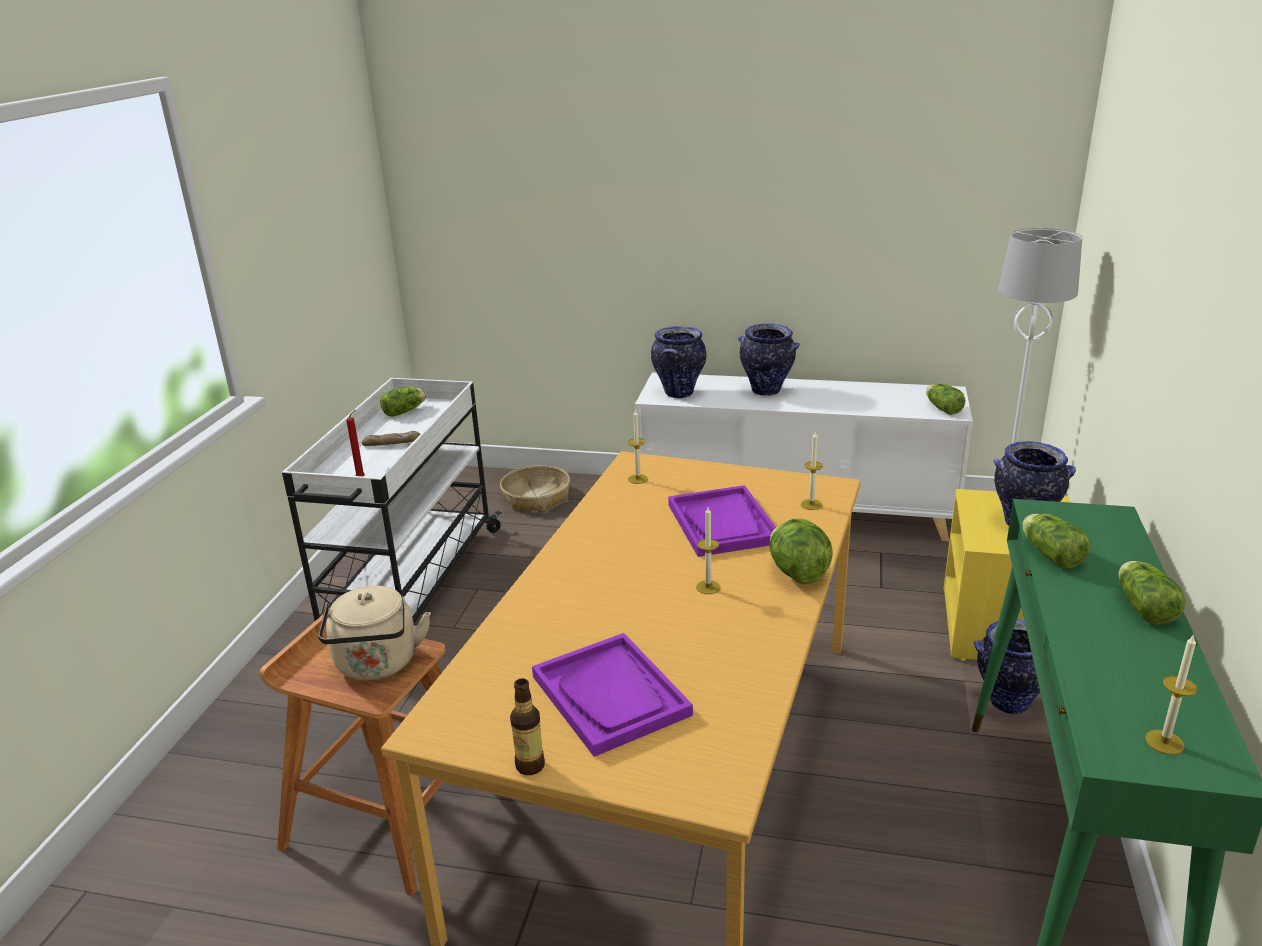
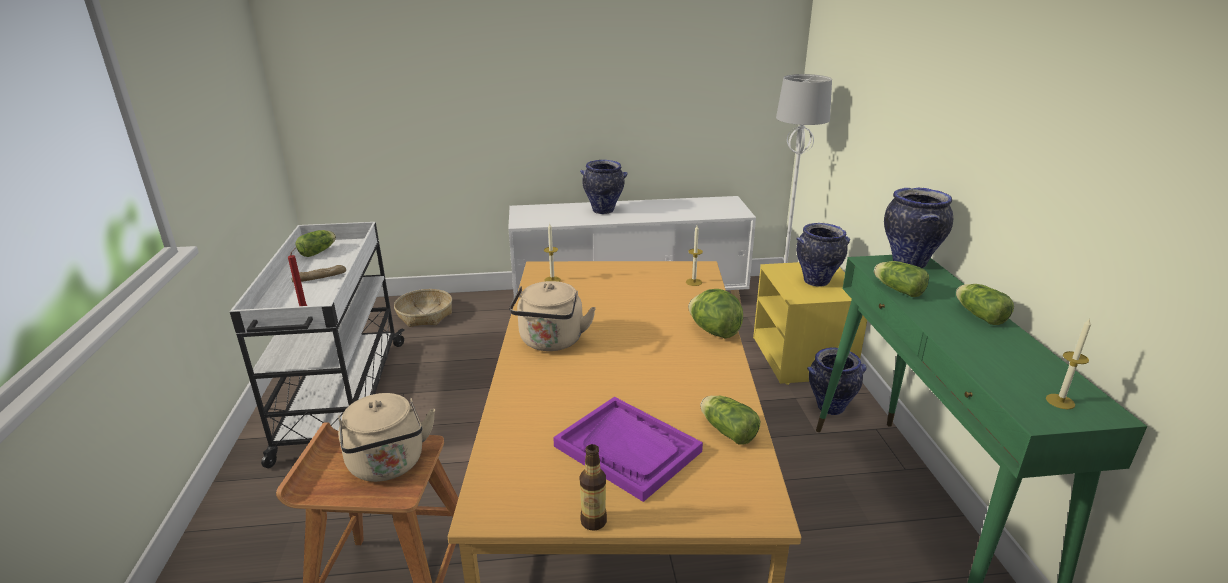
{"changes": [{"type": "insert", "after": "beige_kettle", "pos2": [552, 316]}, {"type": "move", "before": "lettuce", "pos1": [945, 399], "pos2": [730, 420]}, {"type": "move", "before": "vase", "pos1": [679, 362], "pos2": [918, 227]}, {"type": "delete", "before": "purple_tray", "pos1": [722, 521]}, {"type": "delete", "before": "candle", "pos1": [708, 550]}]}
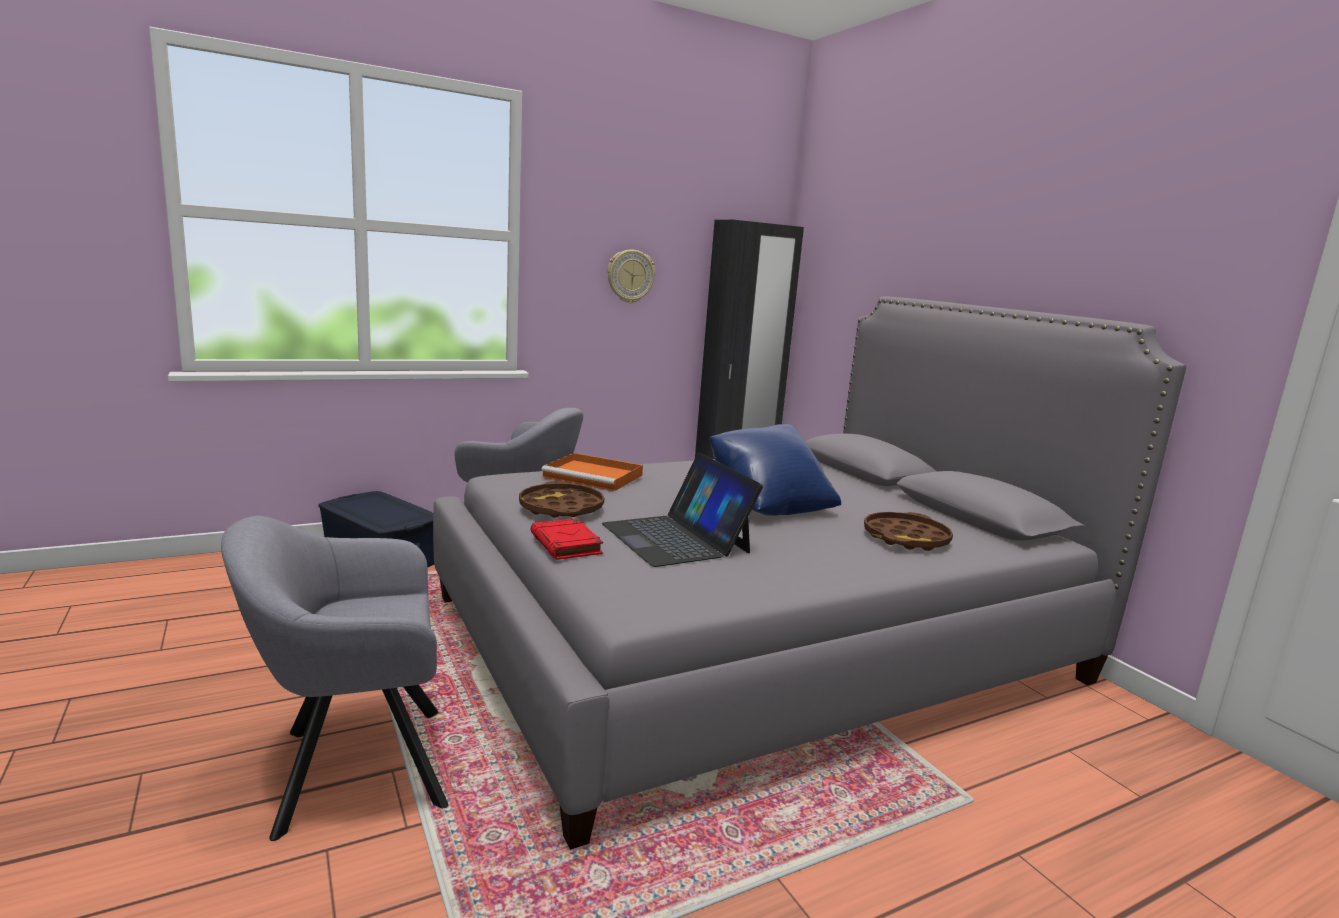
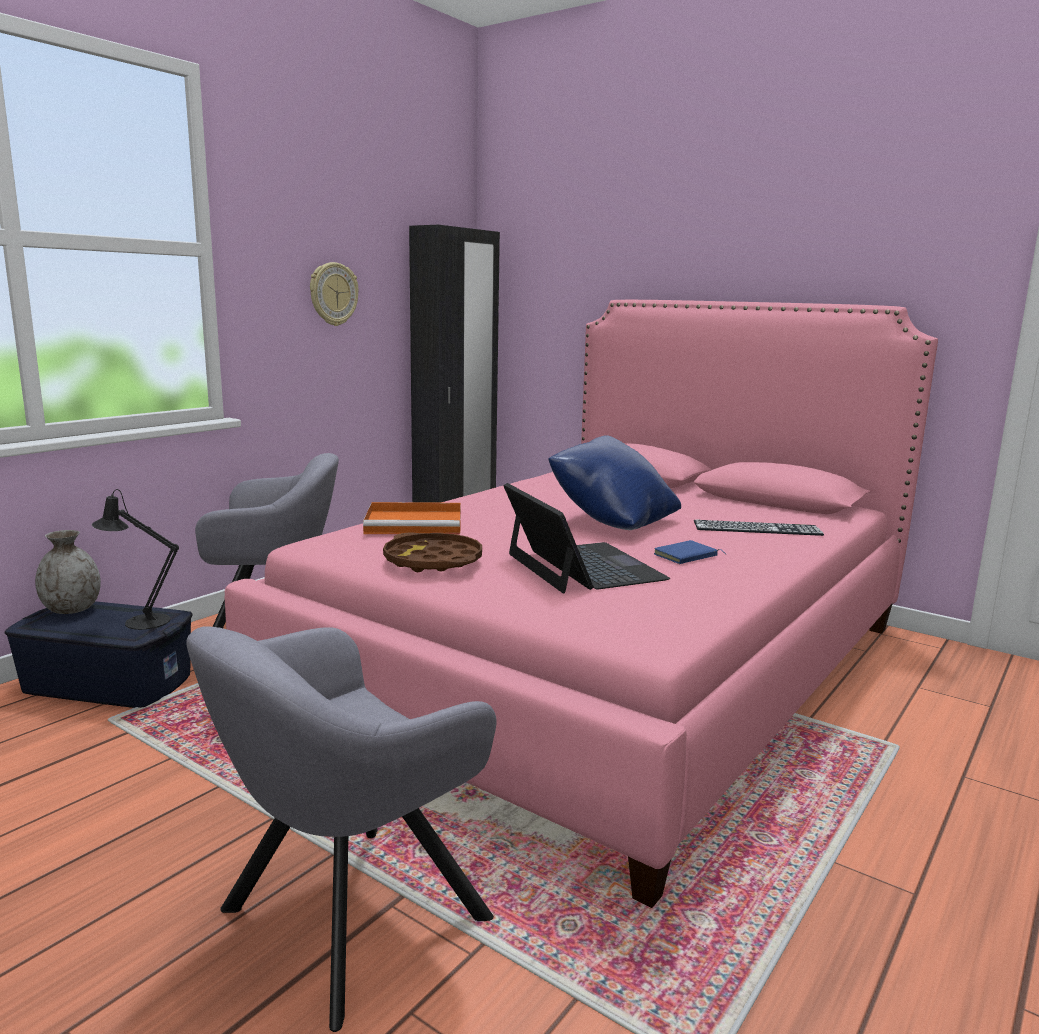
{"changes": [{"type": "insert", "after": "grey_vase", "pos2": [68, 572]}, {"type": "insert", "after": "black_table_lamp", "pos2": [135, 559]}, {"type": "recolor", "before": "grey_bed", "after": "pink_bed", "pos1": [809, 573], "pos2": [581, 604]}, {"type": "rotate", "before": "laptop", "pos1": [682, 510], "pos2": [586, 538], "turn": -150}, {"type": "insert", "after": "blue_book", "pos2": [690, 552]}, {"type": "replace", "before": "brown_tray", "after": "keyboard", "pos1": [908, 531], "pos2": [759, 527]}, {"type": "delete", "before": "red_book", "pos1": [567, 539]}]}
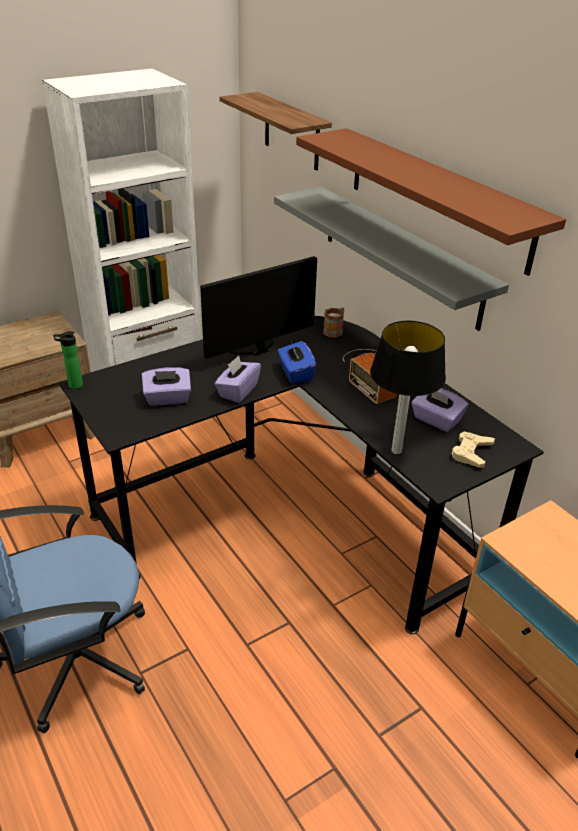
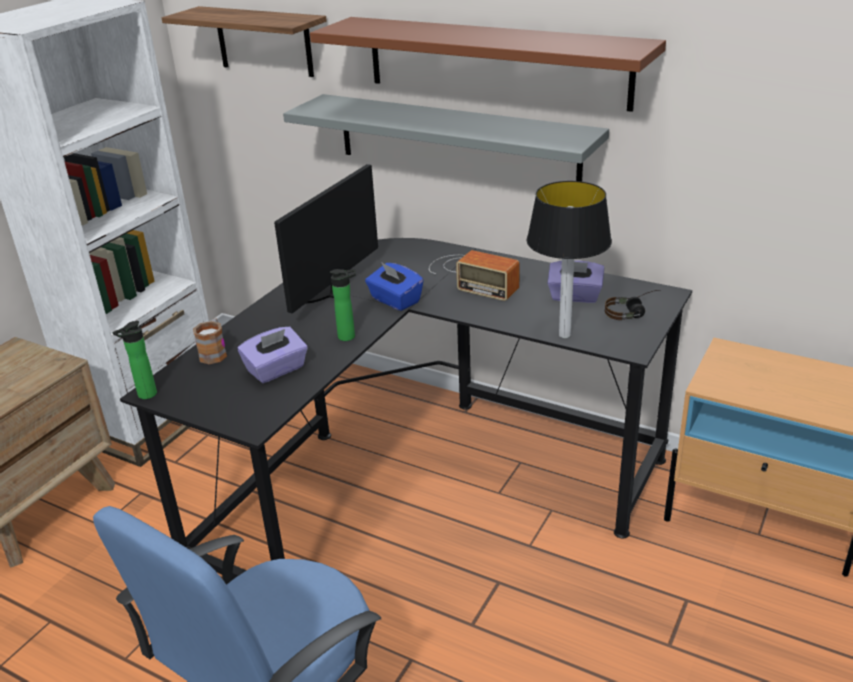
{"changes": [{"type": "move", "before": "mug", "pos1": [333, 322], "pos2": [210, 341]}, {"type": "replace", "before": "purple_tissue_box", "after": "bottle", "pos1": [238, 379], "pos2": [343, 305]}, {"type": "replace", "before": "beige_game_controller", "after": "headphones", "pos1": [473, 449], "pos2": [633, 305]}]}
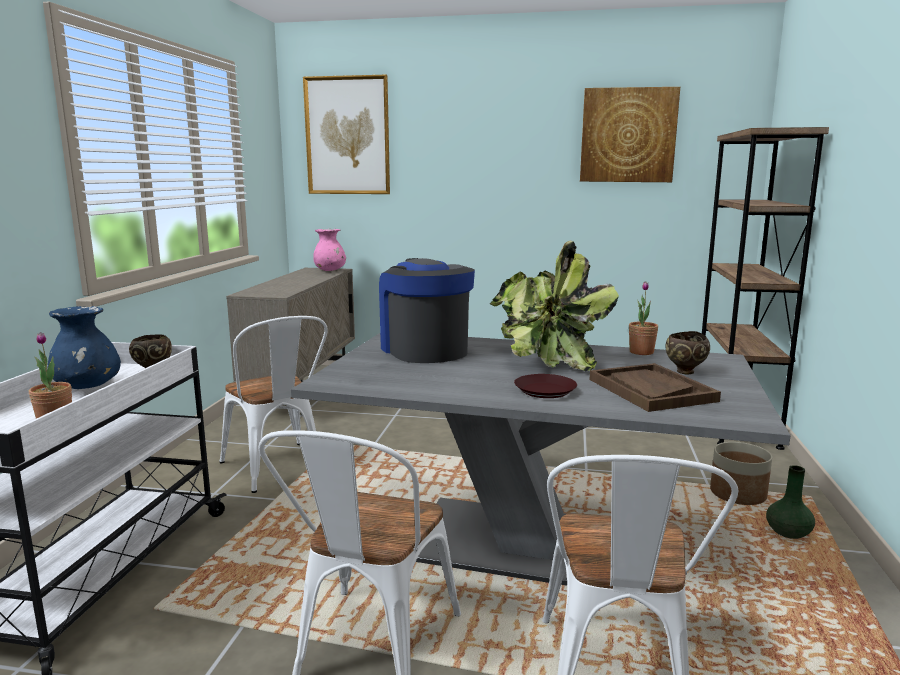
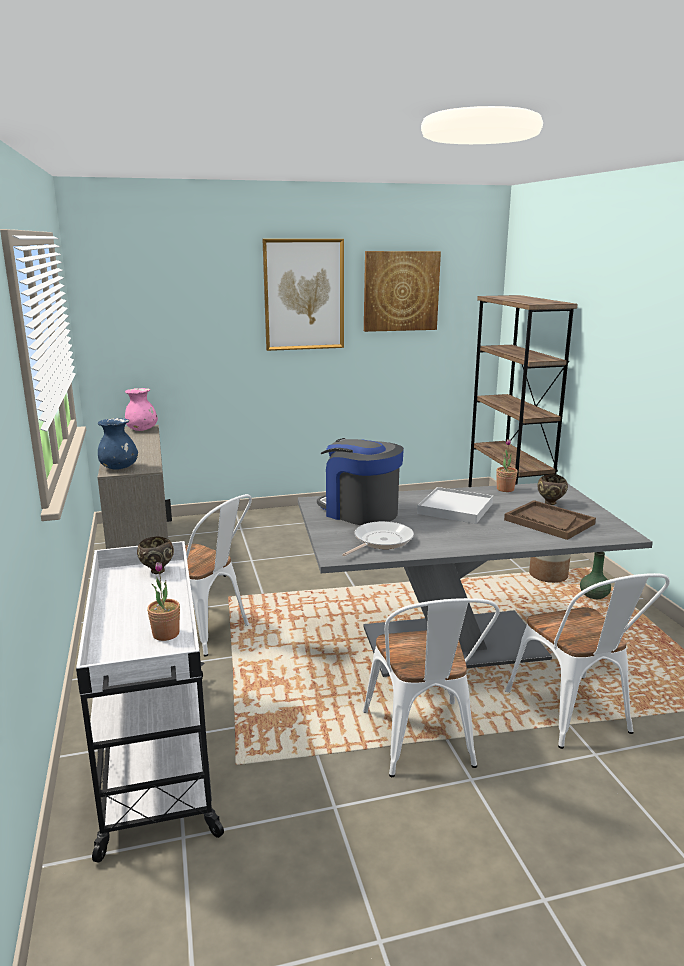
{"changes": [{"type": "move", "before": "blue_vase", "pos1": [84, 347], "pos2": [118, 444]}, {"type": "move", "before": "picture", "pos1": [346, 134], "pos2": [303, 295]}, {"type": "insert", "after": "frying_pan", "pos2": [378, 538]}, {"type": "replace", "before": "potted_plant", "after": "white_tray", "pos1": [554, 306], "pos2": [455, 505]}, {"type": "delete", "before": "brown_plate", "pos1": [545, 386]}]}
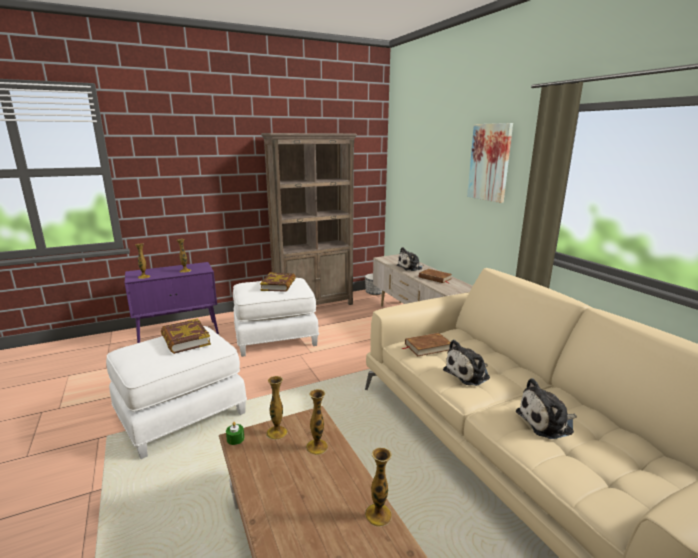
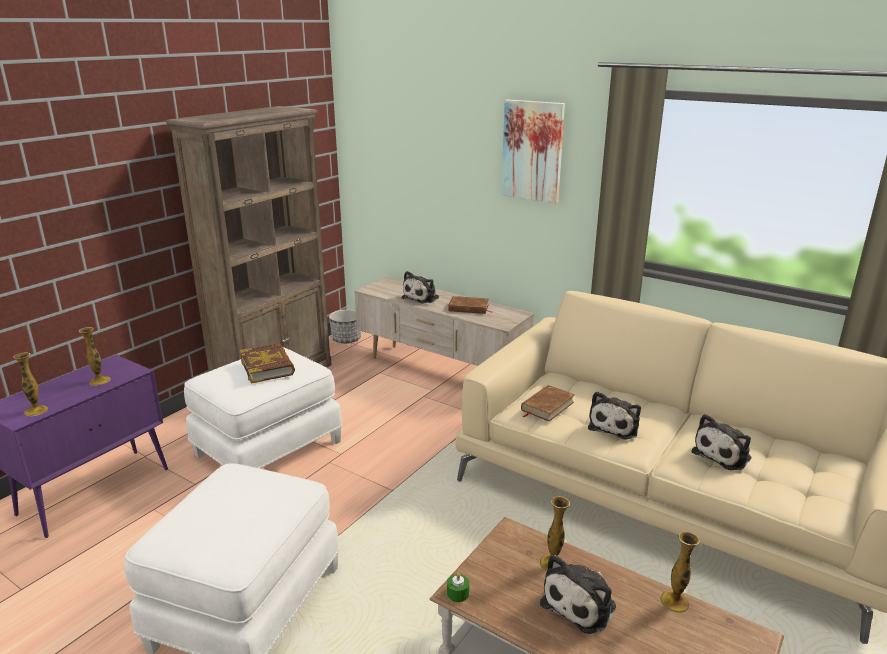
{"changes": [{"type": "insert", "after": "plush_toy", "pos2": [578, 594]}, {"type": "delete", "before": "book", "pos1": [186, 336]}, {"type": "delete", "before": "vase", "pos1": [277, 408]}]}
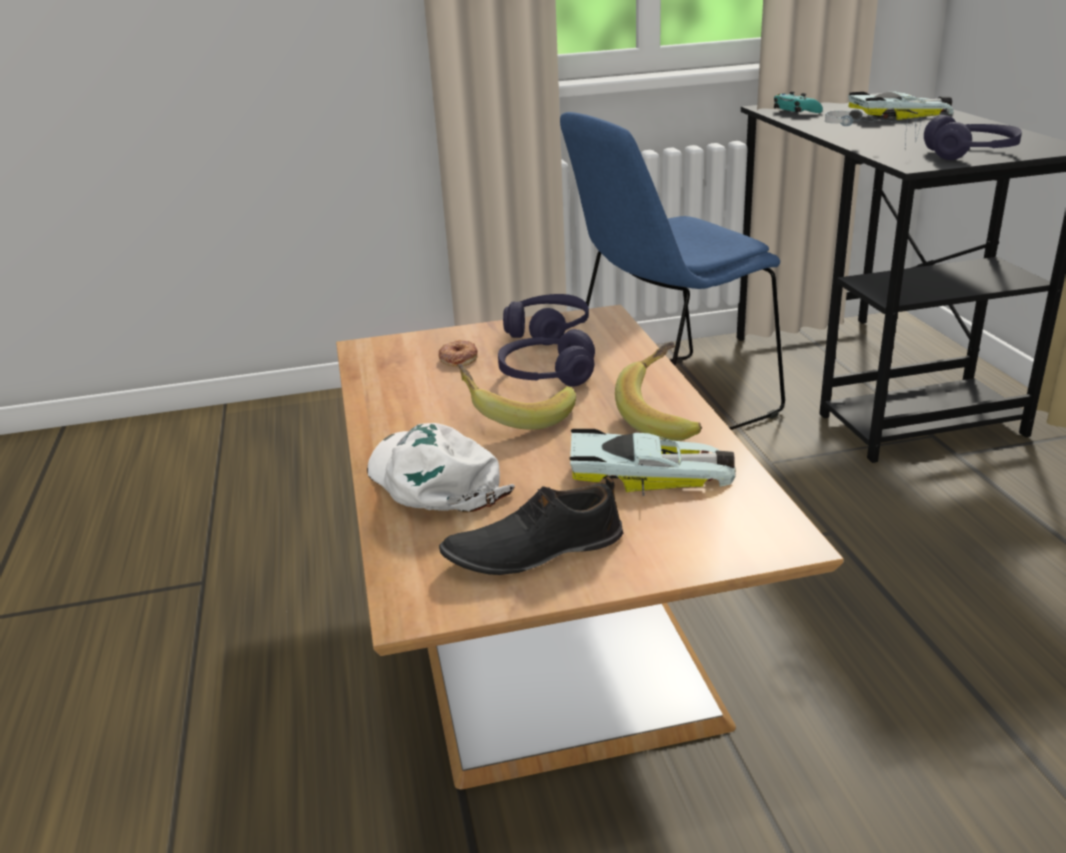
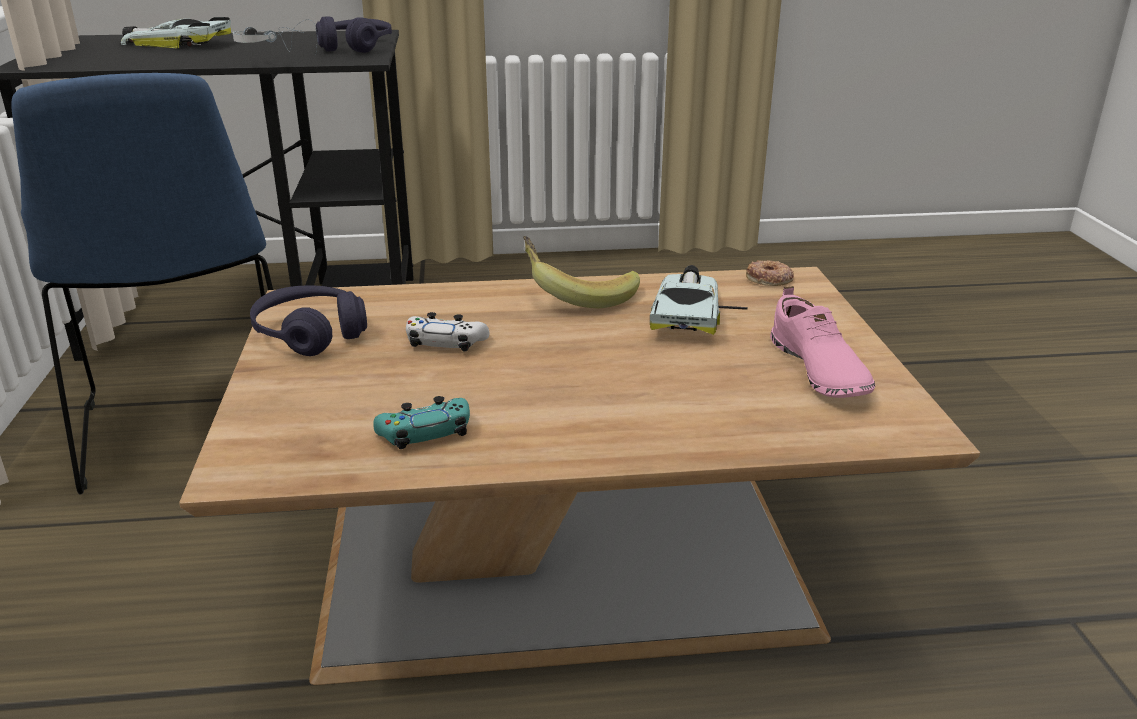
{"changes": [{"type": "rotate", "before": "toy_car", "pos1": [901, 106], "pos2": [176, 33], "turn": -75}, {"type": "move", "before": "turquoise_game_controller", "pos1": [798, 102], "pos2": [421, 422]}, {"type": "replace", "before": "purple_headphones", "after": "white_game_controller", "pos1": [546, 358], "pos2": [448, 332]}, {"type": "move", "before": "donut", "pos1": [458, 353], "pos2": [770, 273]}, {"type": "recolor", "before": "black_shoe", "after": "pink_shoe", "pos1": [531, 526], "pos2": [822, 342]}, {"type": "delete", "before": "white_cap", "pos1": [441, 468]}, {"type": "delete", "before": "banana", "pos1": [516, 397]}]}
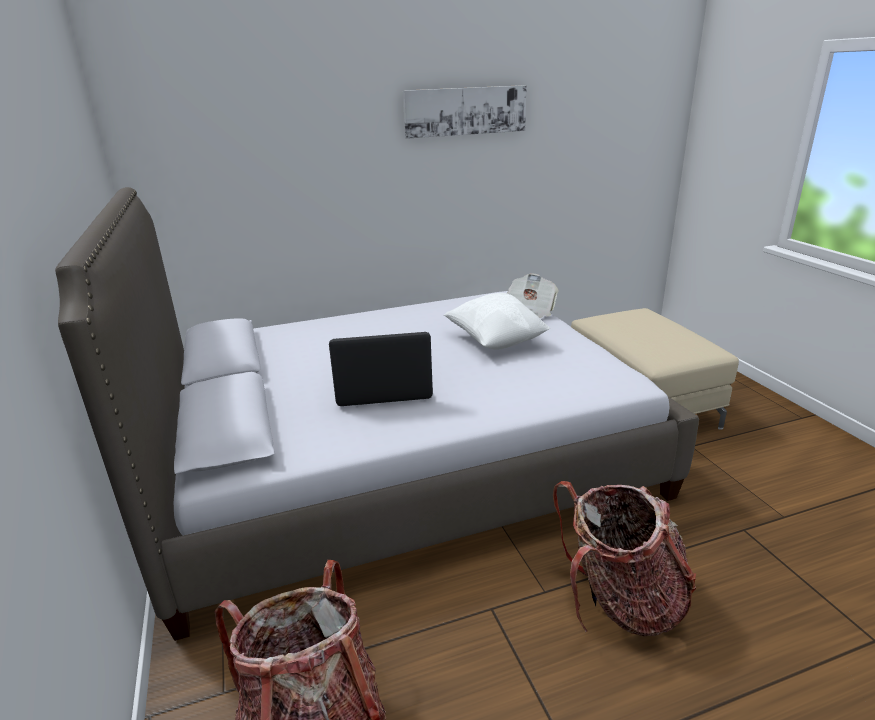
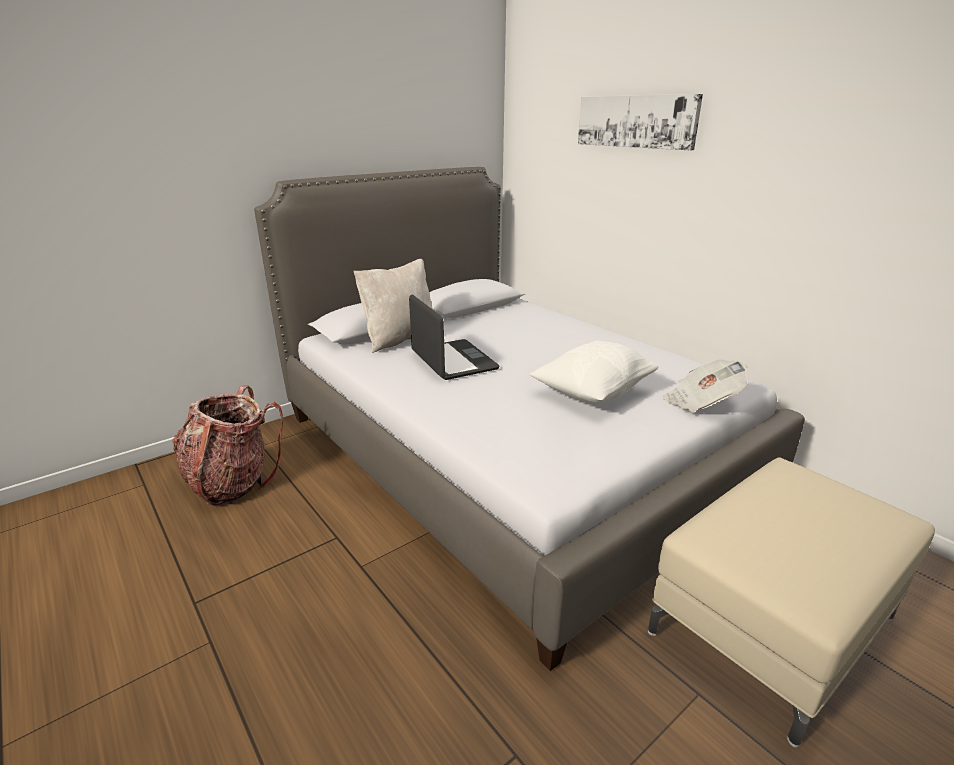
{"changes": [{"type": "insert", "after": "beige_pillow", "pos2": [393, 306]}, {"type": "move", "before": "picture", "pos1": [465, 112], "pos2": [640, 122]}, {"type": "delete", "before": "backpack", "pos1": [624, 558]}]}
